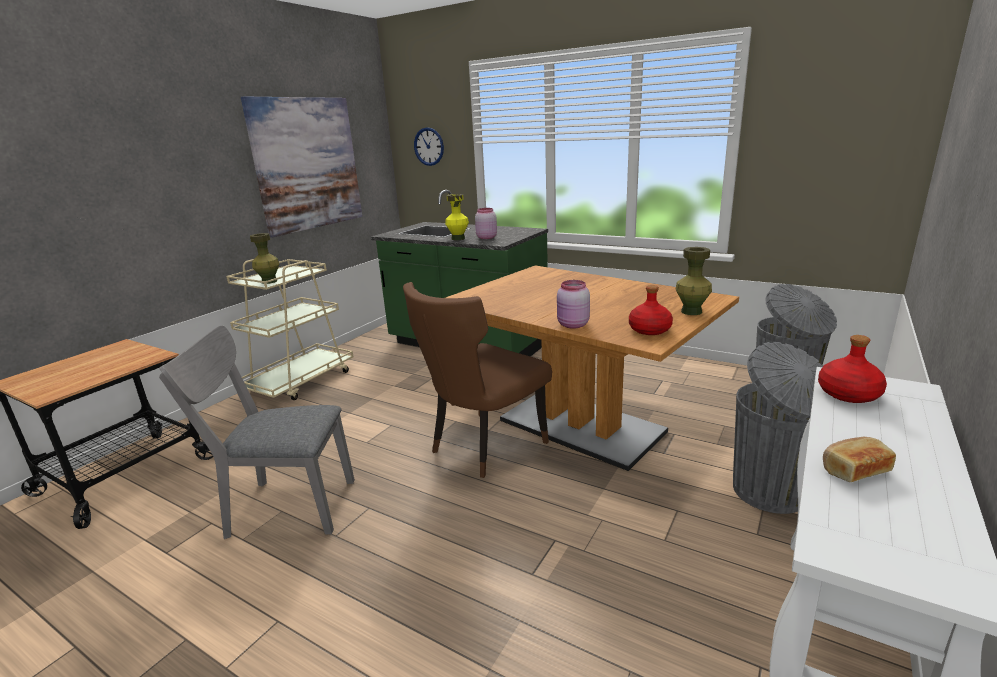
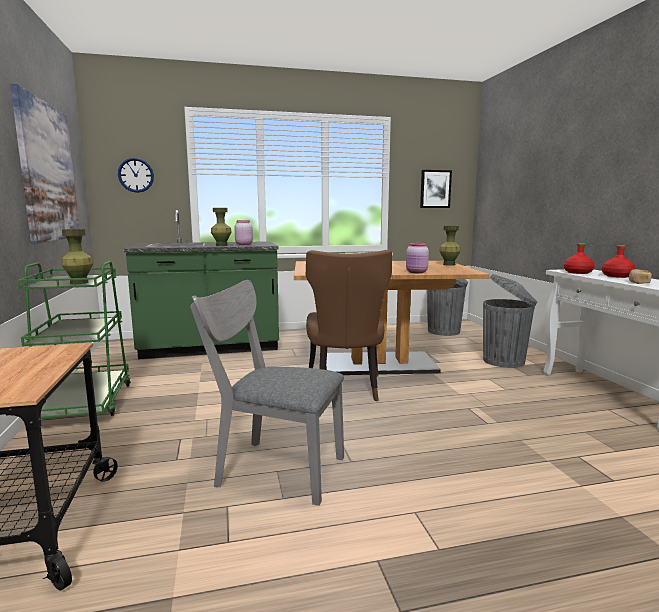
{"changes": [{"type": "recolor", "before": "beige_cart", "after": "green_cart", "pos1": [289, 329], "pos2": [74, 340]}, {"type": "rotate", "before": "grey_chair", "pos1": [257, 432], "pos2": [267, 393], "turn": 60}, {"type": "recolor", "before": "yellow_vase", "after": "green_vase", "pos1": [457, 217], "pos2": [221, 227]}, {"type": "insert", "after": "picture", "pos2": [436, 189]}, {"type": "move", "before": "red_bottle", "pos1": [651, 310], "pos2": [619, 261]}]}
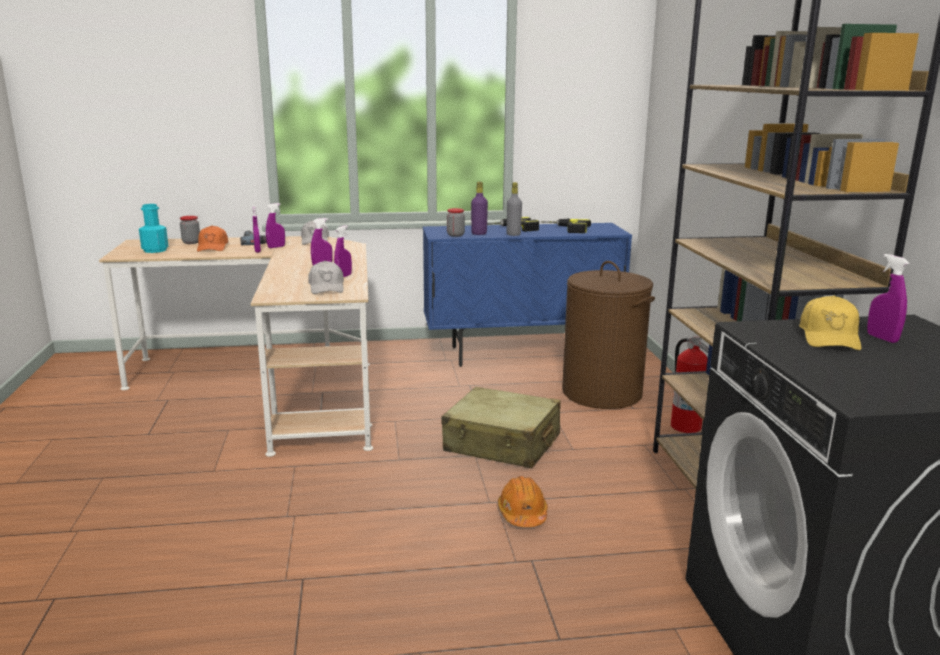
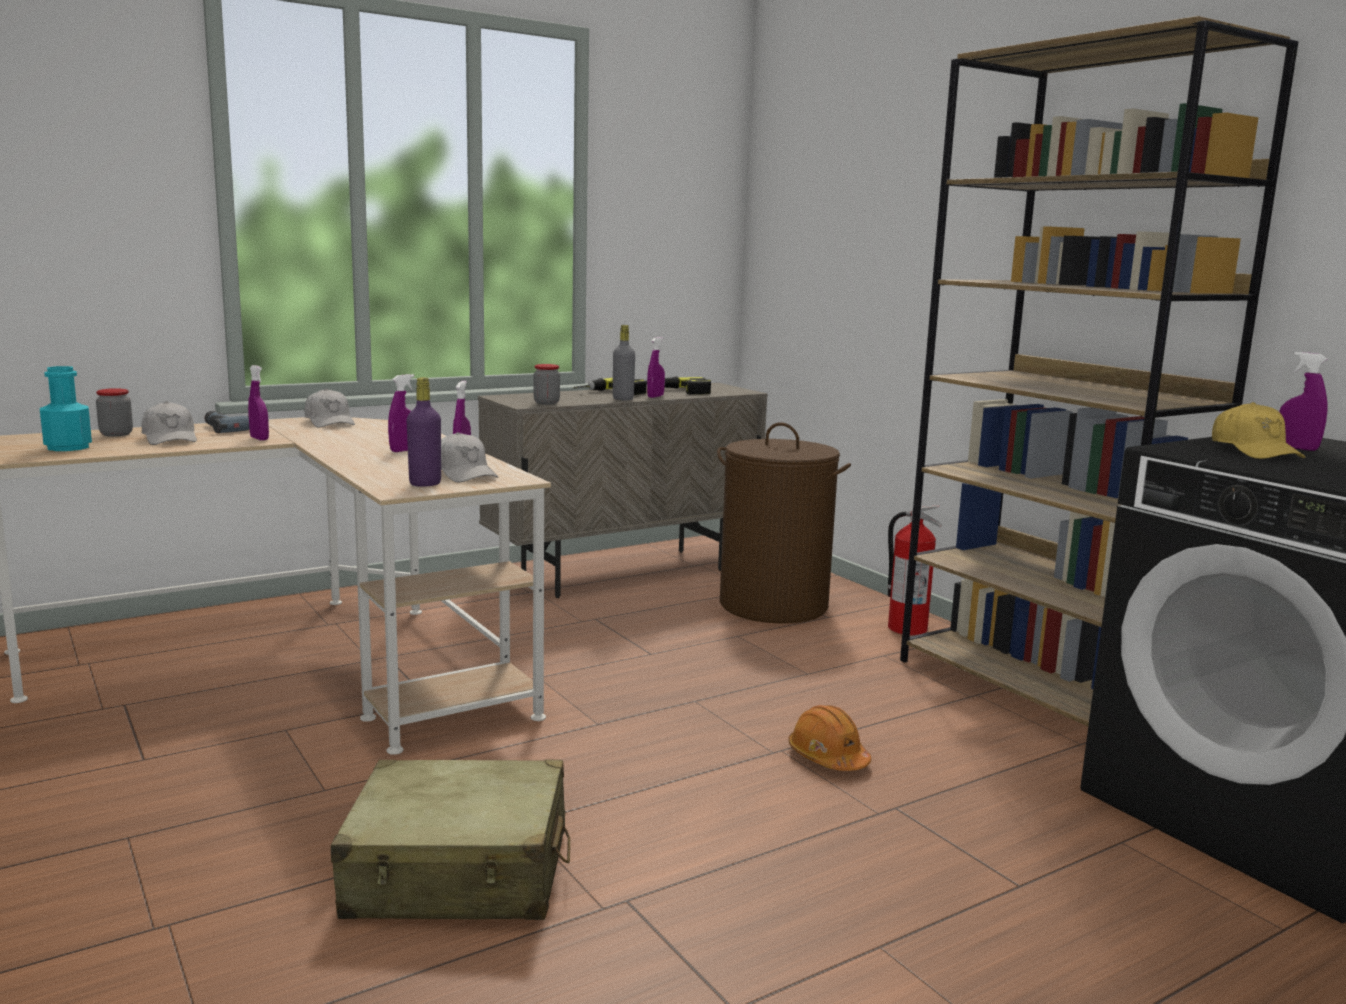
{"changes": [{"type": "recolor", "before": "orange_cap", "after": "white_cap", "pos1": [212, 238], "pos2": [169, 423]}, {"type": "move", "before": "beige_suitcase", "pos1": [501, 427], "pos2": [450, 839]}, {"type": "move", "before": "purple_bottle", "pos1": [479, 208], "pos2": [424, 432]}, {"type": "recolor", "before": "blue_cabinet", "after": "beige_cabinet", "pos1": [527, 295], "pos2": [623, 490]}, {"type": "move", "before": "purple_spray_bottle", "pos1": [275, 225], "pos2": [656, 367]}]}
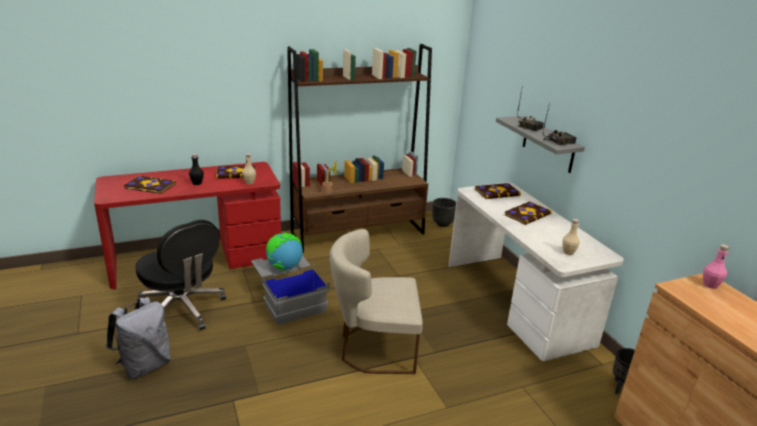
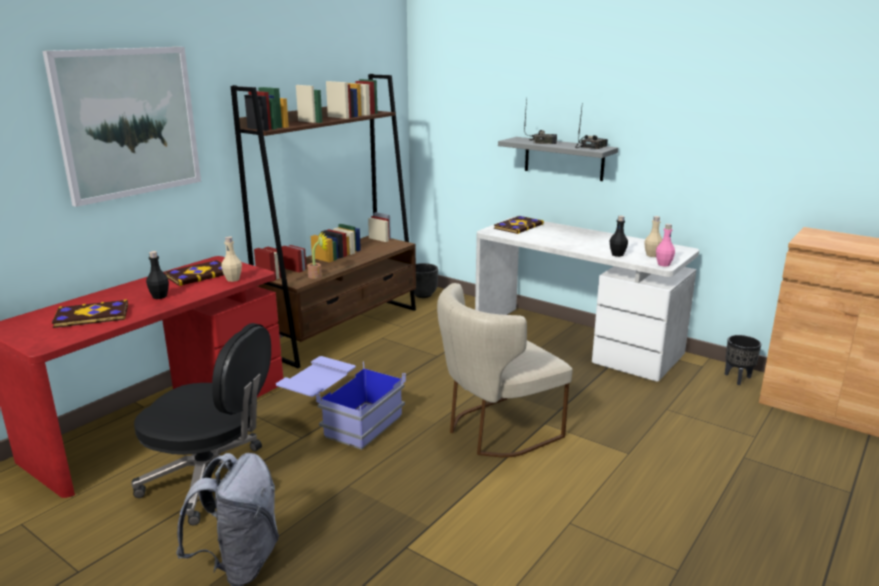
{"changes": [{"type": "insert", "after": "picture", "pos2": [121, 127]}, {"type": "recolor", "before": "grey_storage_box", "after": "blue_storage_box", "pos1": [290, 290], "pos2": [341, 403]}, {"type": "insert", "after": "black_bottle", "pos2": [619, 236]}, {"type": "move", "before": "pink_bottle", "pos1": [716, 266], "pos2": [665, 245]}, {"type": "delete", "before": "globe", "pos1": [284, 251]}, {"type": "delete", "before": "book", "pos1": [528, 213]}]}
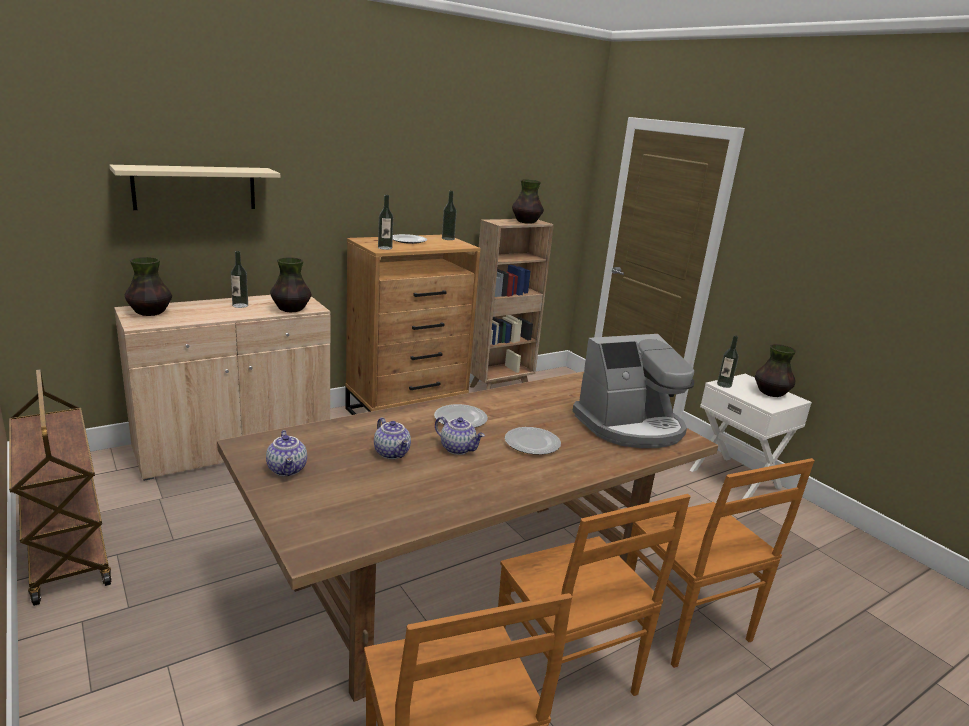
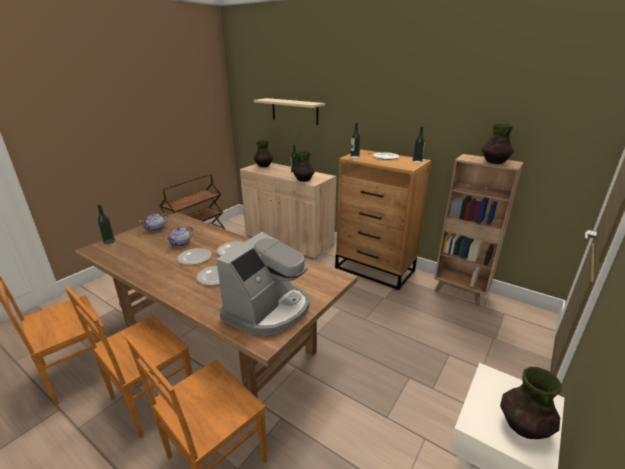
{"changes": [{"type": "move", "before": "bottle", "pos1": [728, 361], "pos2": [106, 224]}, {"type": "replace", "before": "teapot", "after": "plate", "pos1": [460, 435], "pos2": [194, 256]}, {"type": "rotate", "before": "coffee_machine", "pos1": [633, 391], "pos2": [262, 284], "turn": -105}]}
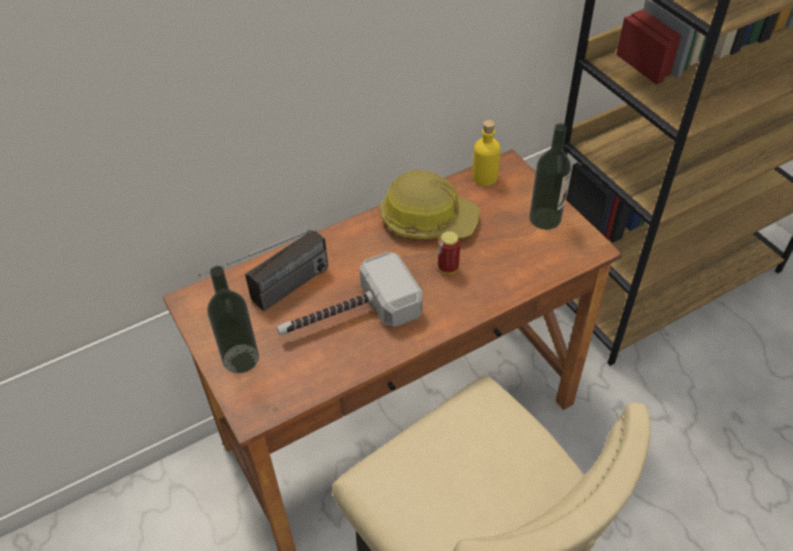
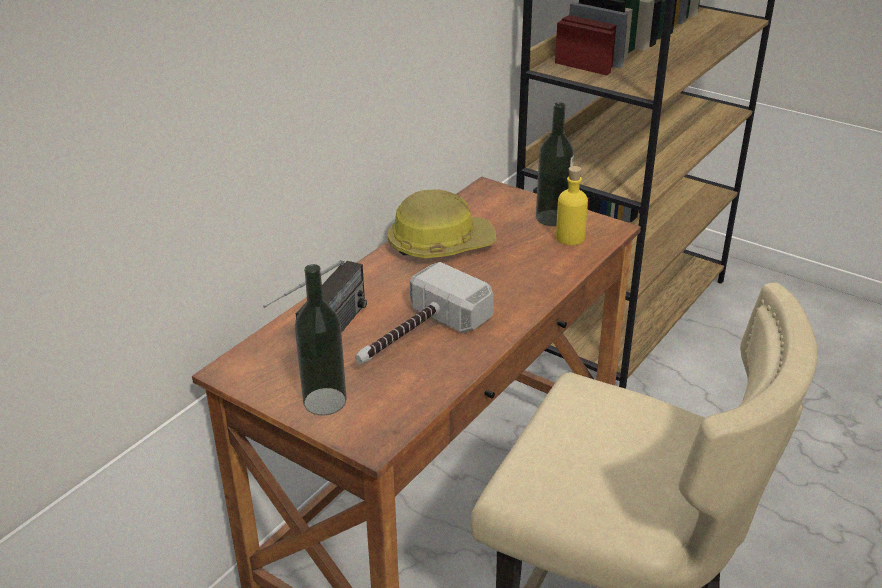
{"changes": [{"type": "move", "before": "yellow_bottle", "pos1": [486, 153], "pos2": [572, 205]}, {"type": "delete", "before": "can", "pos1": [449, 252]}]}
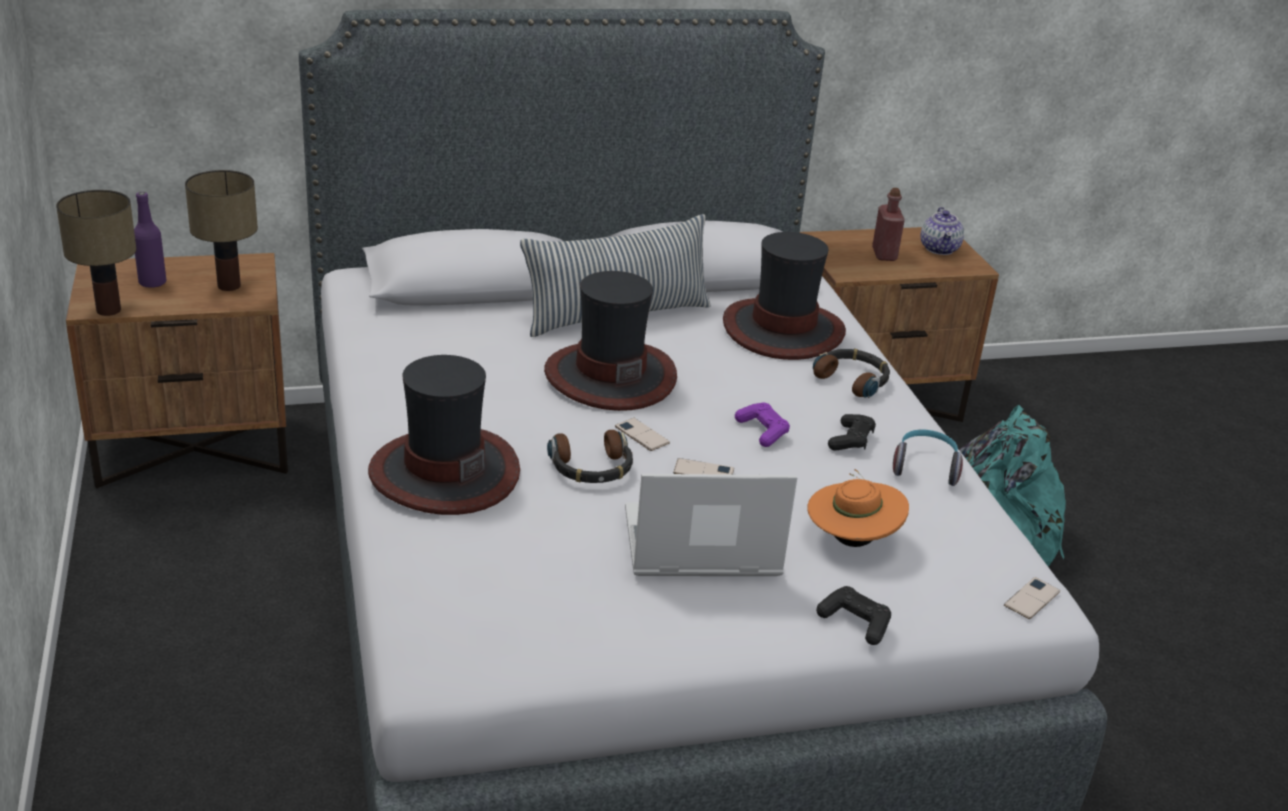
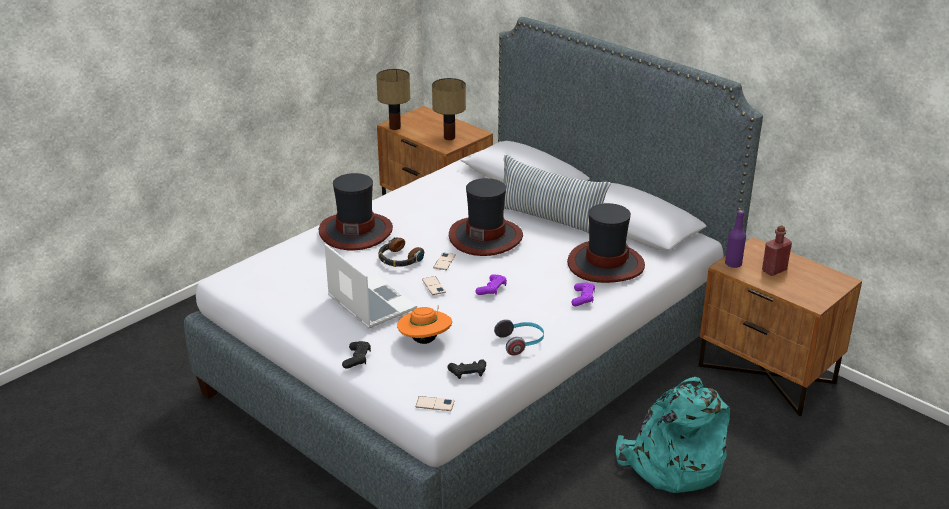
{"changes": [{"type": "move", "before": "black_game_controller", "pos1": [852, 432], "pos2": [467, 369]}, {"type": "replace", "before": "headphones", "after": "purple_game_controller", "pos1": [851, 373], "pos2": [583, 294]}, {"type": "move", "before": "purple_bottle", "pos1": [150, 240], "pos2": [735, 239]}, {"type": "delete", "before": "teapot", "pos1": [942, 231]}]}
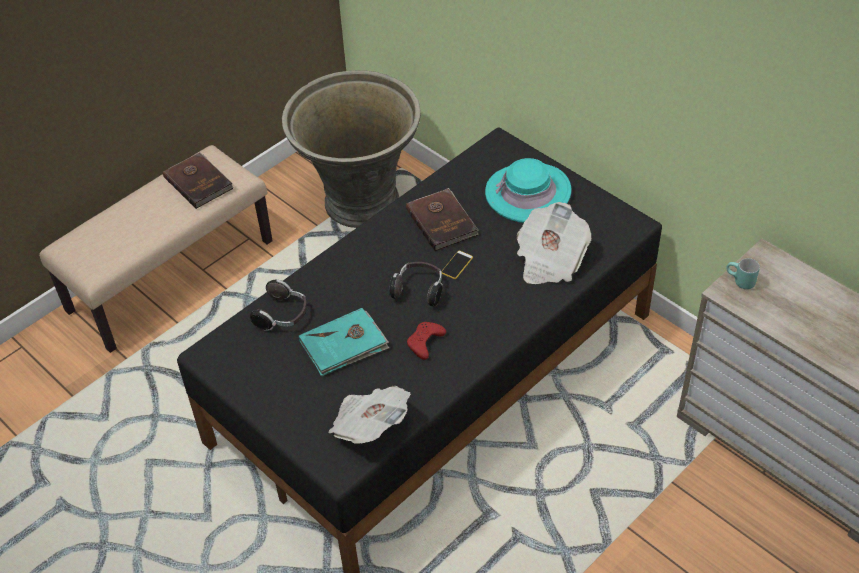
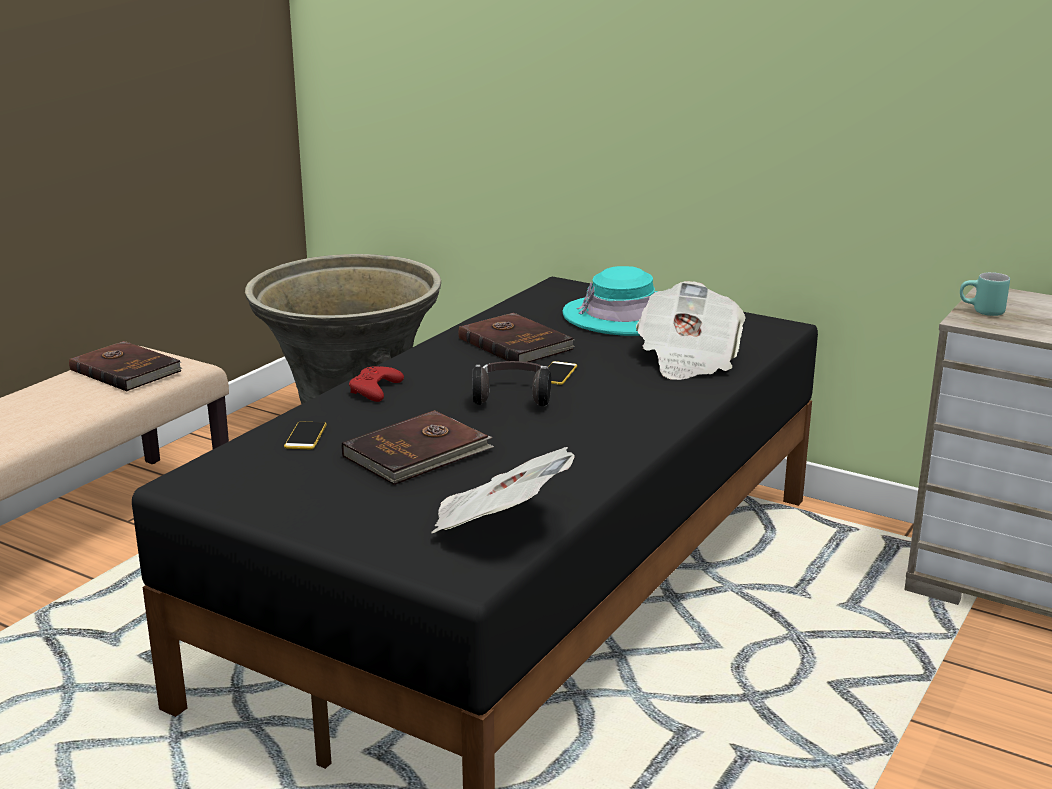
{"changes": [{"type": "replace", "before": "headphones", "after": "phone", "pos1": [278, 305], "pos2": [305, 435]}, {"type": "recolor", "before": "turquoise_book", "after": "brown_book", "pos1": [344, 342], "pos2": [418, 447]}, {"type": "move", "before": "red_game_controller", "pos1": [426, 341], "pos2": [376, 384]}]}
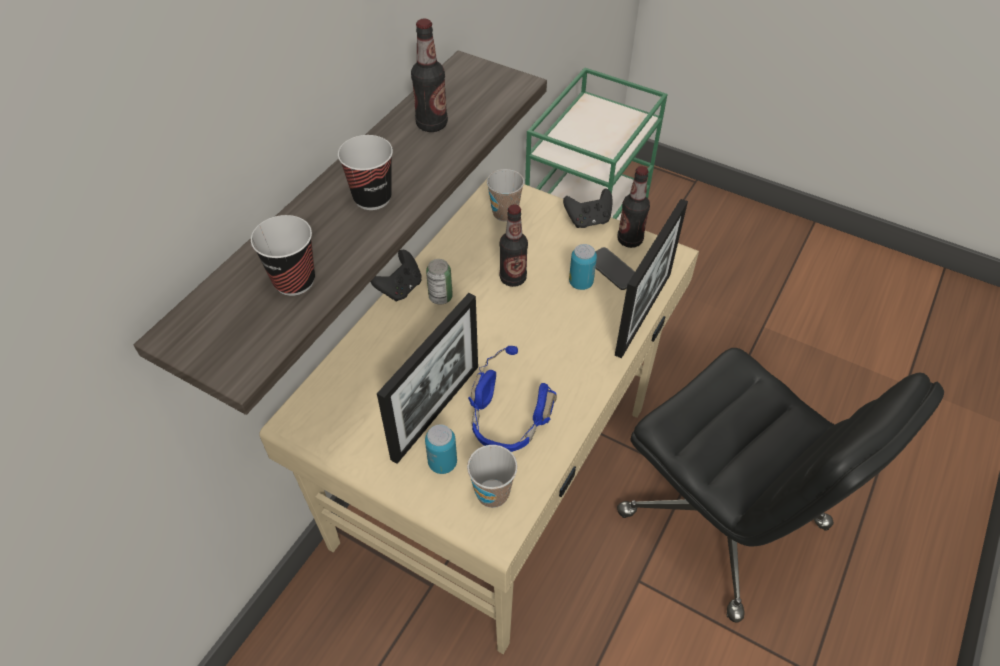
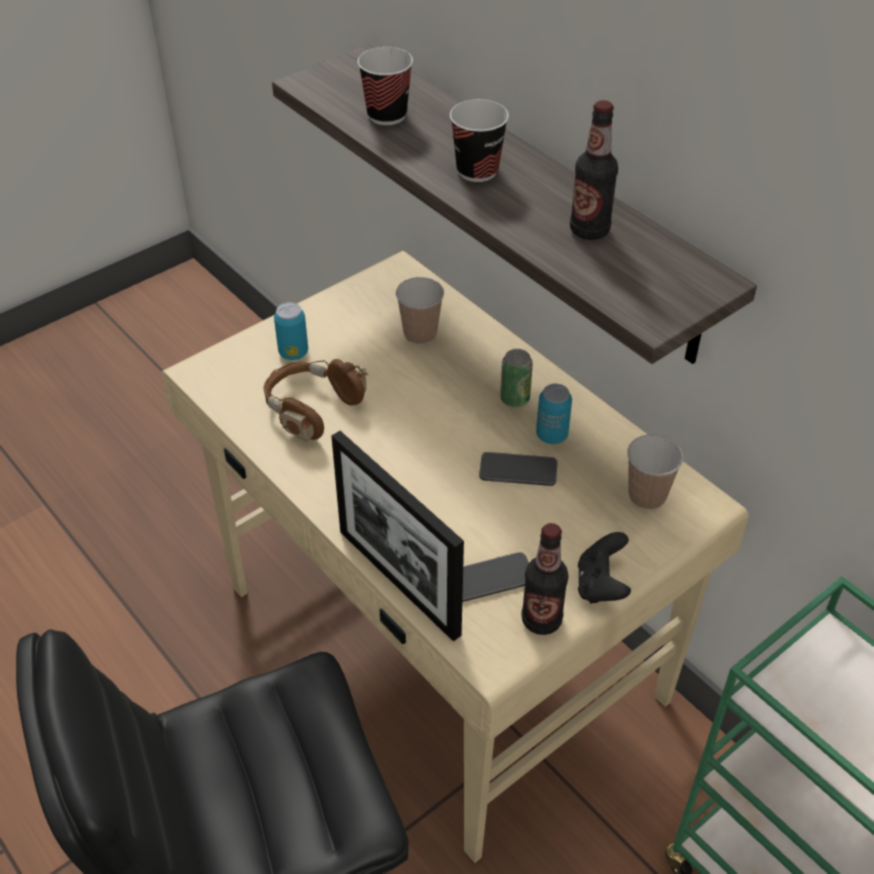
{"changes": [{"type": "recolor", "before": "blue_headphones", "after": "brown_headphones", "pos1": [512, 399], "pos2": [316, 400]}, {"type": "move", "before": "cup", "pos1": [492, 476], "pos2": [420, 311]}, {"type": "replace", "before": "bottle", "after": "phone", "pos1": [513, 246], "pos2": [518, 469]}, {"type": "move", "before": "can", "pos1": [583, 267], "pos2": [554, 414]}, {"type": "delete", "before": "black_game_controller", "pos1": [396, 276]}, {"type": "delete", "before": "picture_frame", "pos1": [427, 378]}]}
